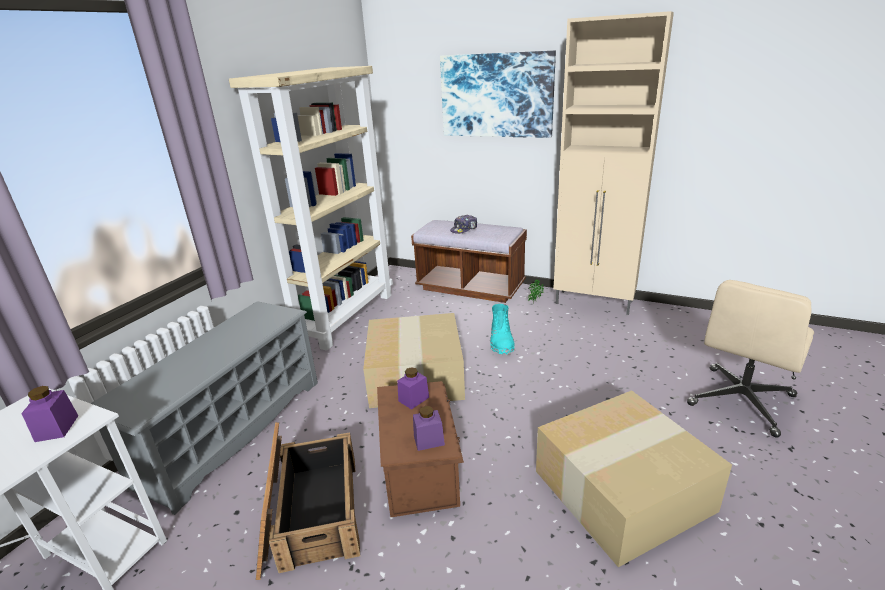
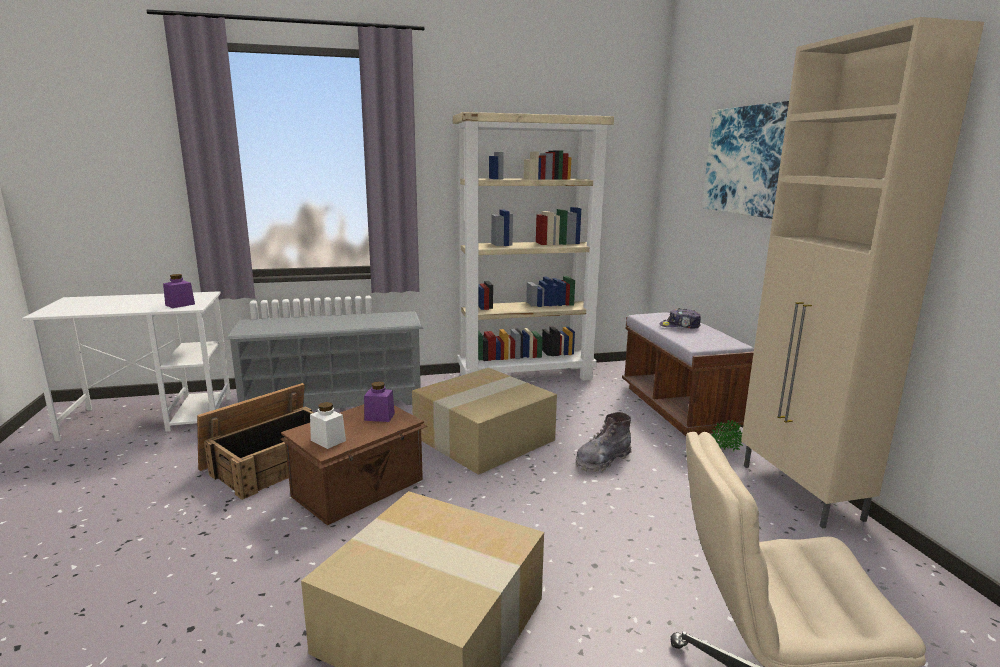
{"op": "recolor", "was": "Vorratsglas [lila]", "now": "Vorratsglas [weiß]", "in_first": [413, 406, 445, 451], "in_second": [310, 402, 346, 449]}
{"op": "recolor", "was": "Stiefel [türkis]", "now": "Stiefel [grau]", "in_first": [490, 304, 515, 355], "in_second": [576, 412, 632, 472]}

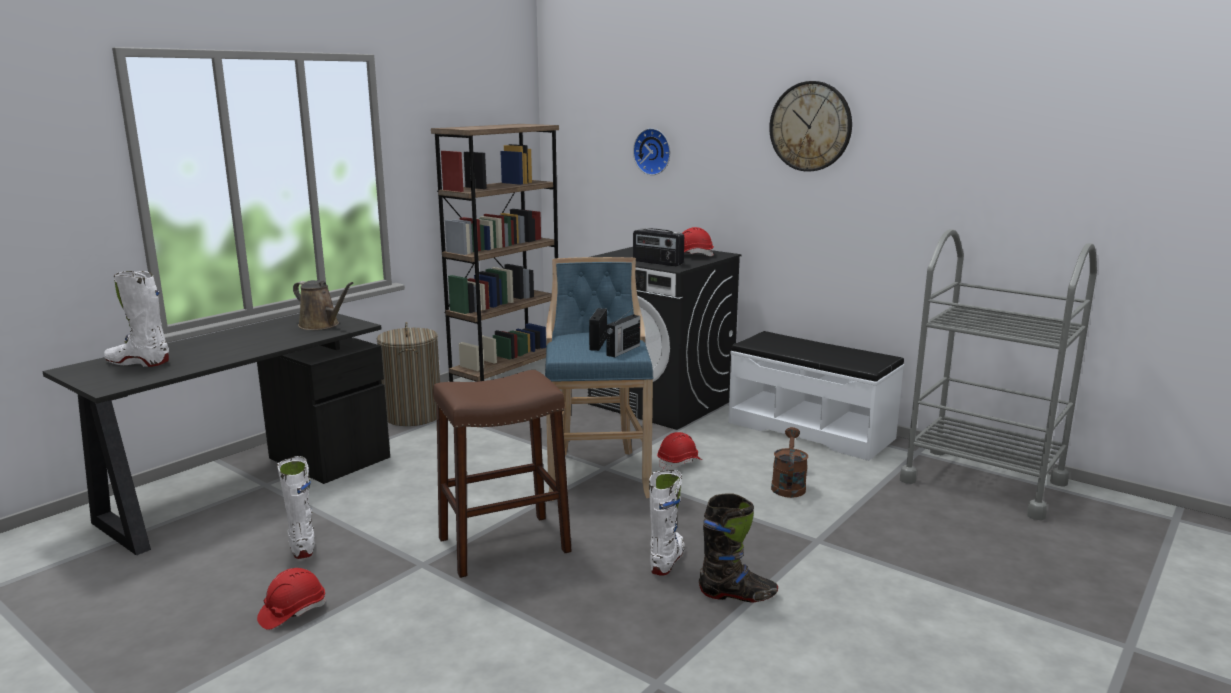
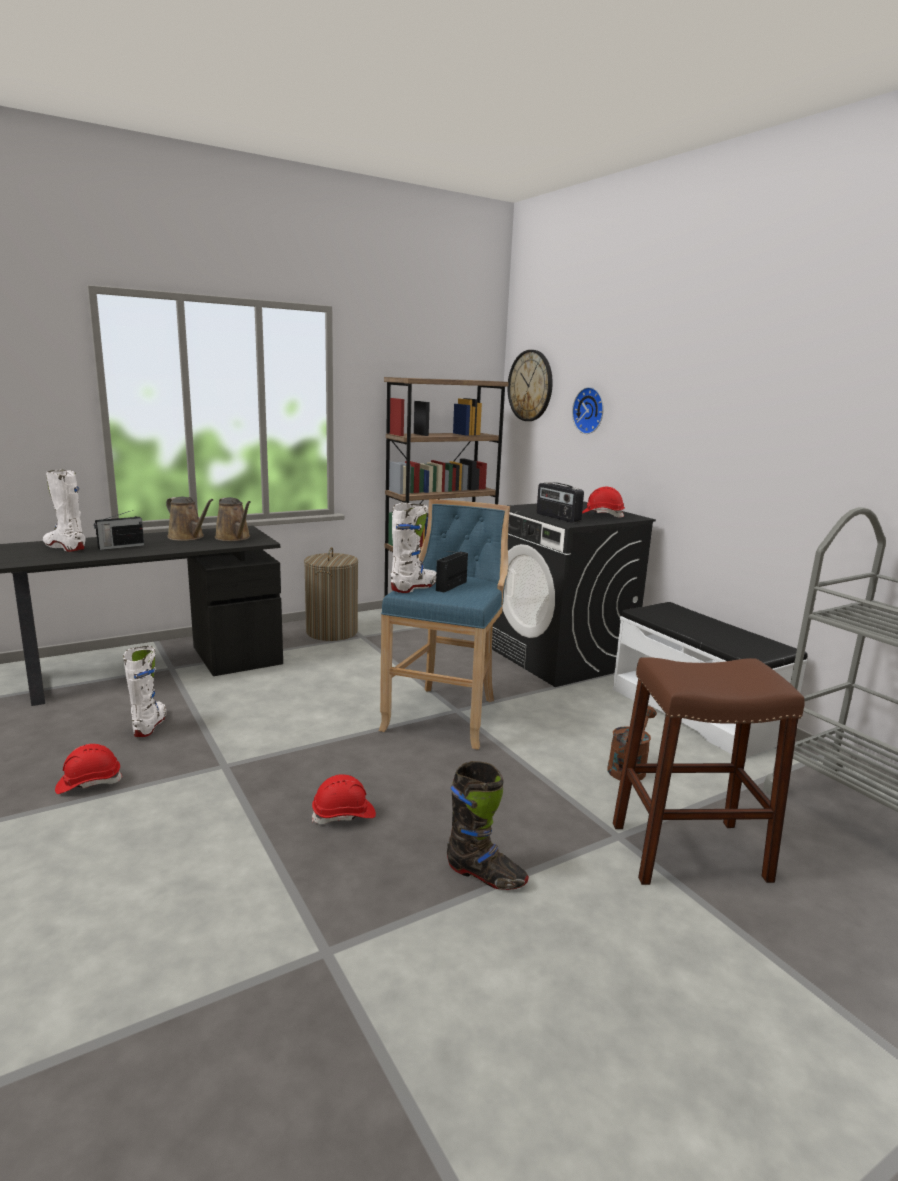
{"op": "move", "was": "Hocker [braun]", "in_first": [433, 370, 572, 578], "in_second": [613, 657, 805, 885]}
{"op": "move", "was": "Radio", "in_first": [606, 308, 640, 357], "in_second": [94, 510, 144, 550]}
{"op": "move", "was": "Stiefel [weiß]", "in_first": [649, 470, 685, 575], "in_second": [391, 503, 436, 593]}
{"op": "move", "was": "Schutzhelm [rot]", "in_first": [657, 432, 702, 470], "in_second": [312, 774, 376, 824]}
{"op": "move", "was": "Wanduhr", "in_first": [769, 81, 852, 172], "in_second": [507, 350, 553, 421]}
{"op": "insert", "now": "Gießkanne [braun]", "in_second": [166, 497, 213, 541]}

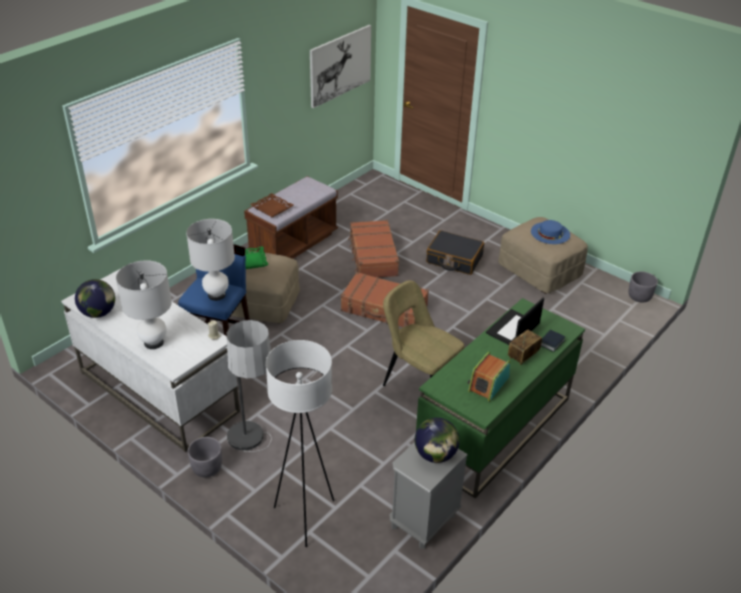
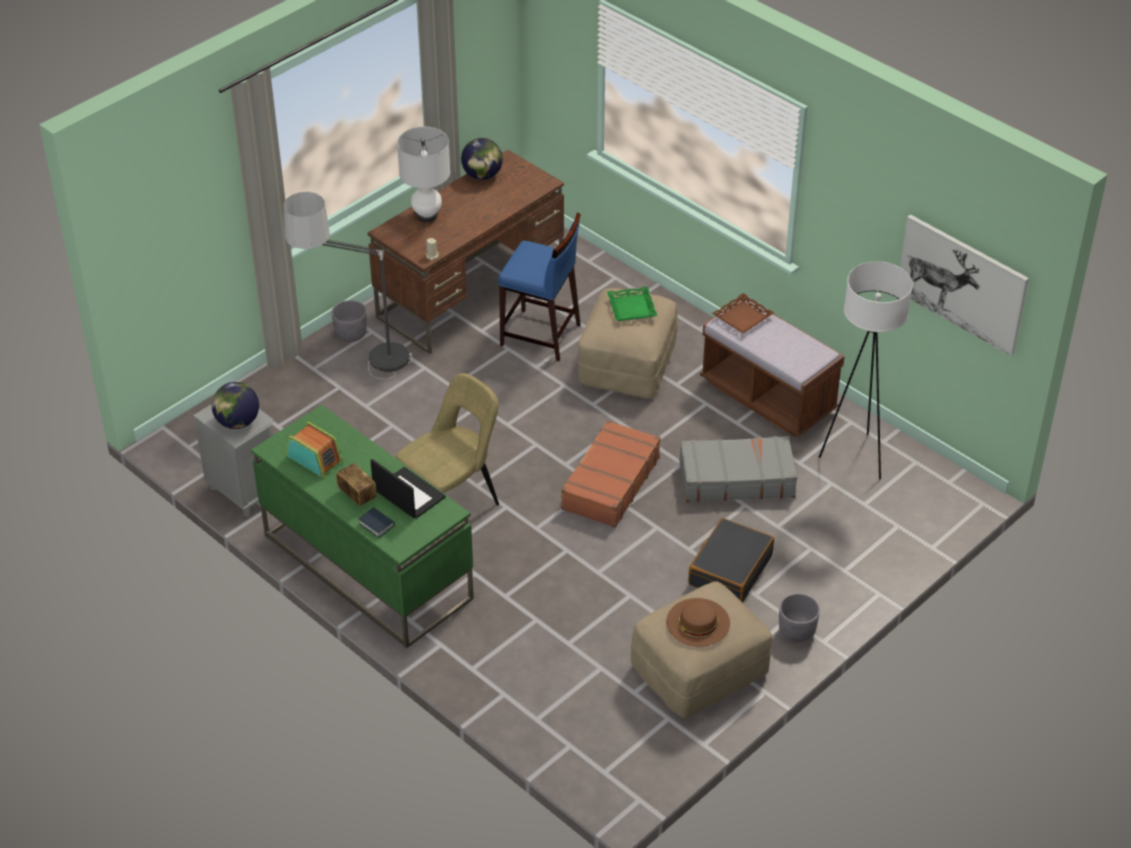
{"op": "recolor", "was": "Schreibtisch [weiß]", "now": "Schreibtisch [braun]", "in_first": [61, 269, 240, 452], "in_second": [368, 150, 564, 354]}
{"op": "delete", "was": "Tischlampe [weiß]", "in_first": [186, 219, 235, 301]}
{"op": "move", "was": "Stehlampe [weiß]", "in_first": [265, 340, 334, 547], "in_second": [819, 261, 913, 479]}
{"op": "recolor", "was": "Koffer [braun]", "now": "Koffer [grau]", "in_first": [348, 220, 399, 278], "in_second": [680, 436, 797, 502]}
{"op": "recolor", "was": "Hut [blau]", "now": "Hut [braun]", "in_first": [531, 220, 570, 244], "in_second": [666, 598, 730, 647]}
{"op": "move", "was": "Pflanzkübel [grau]", "in_first": [628, 272, 658, 303], "in_second": [779, 593, 820, 642]}

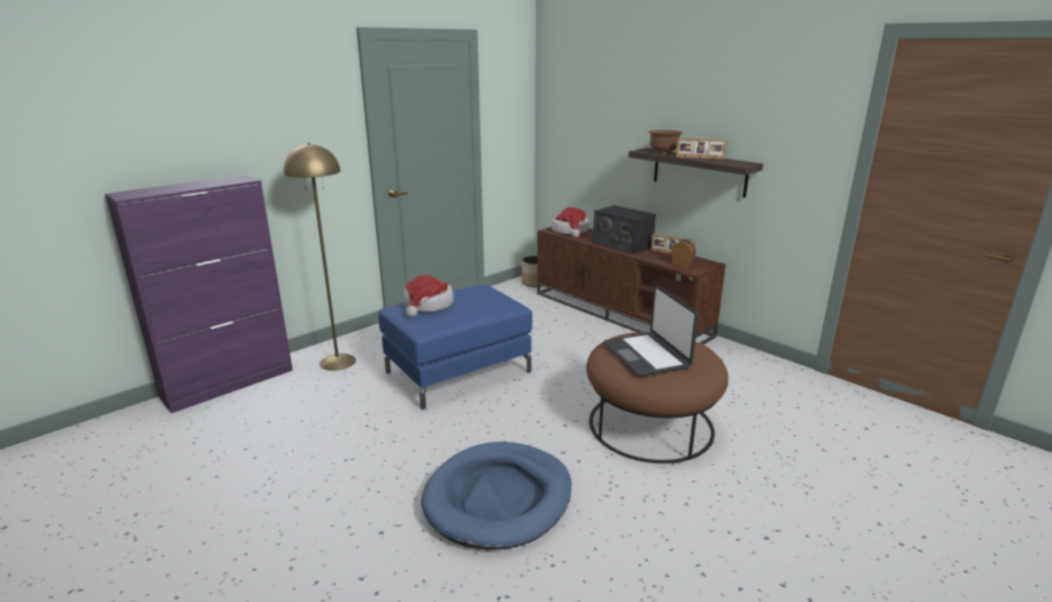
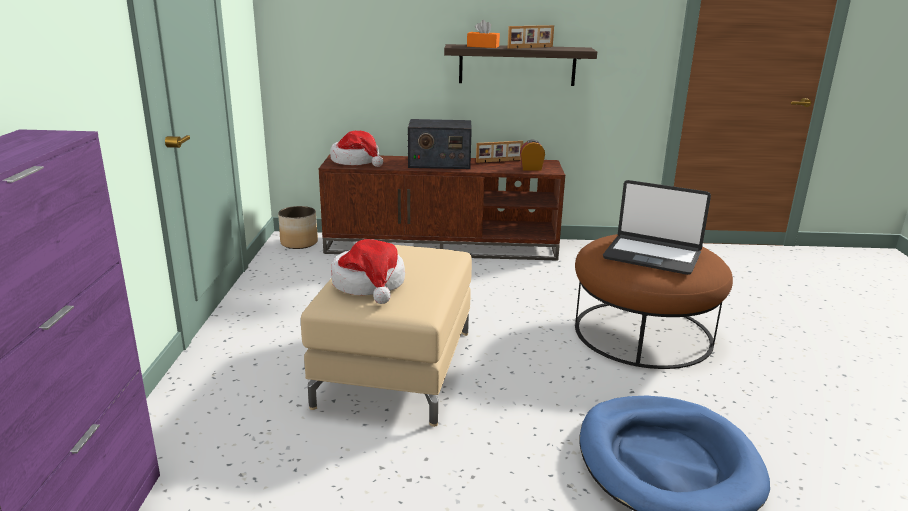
{"op": "delete", "was": "Stehlampe [gelb]", "in_first": [284, 143, 356, 371]}
{"op": "recolor", "was": "Polsterhocker [blau]", "now": "Polsterhocker [beige]", "in_first": [378, 285, 532, 410], "in_second": [301, 245, 472, 427]}
{"op": "replace", "was": "Schüssel [braun]", "now": "Taschentuchbox [orange]", "in_first": [649, 130, 683, 154], "in_second": [467, 20, 500, 48]}

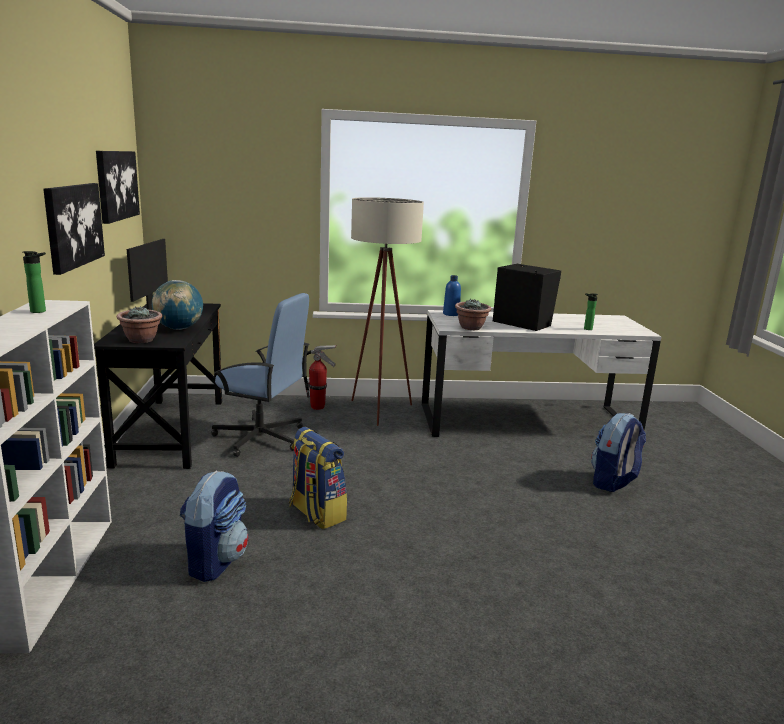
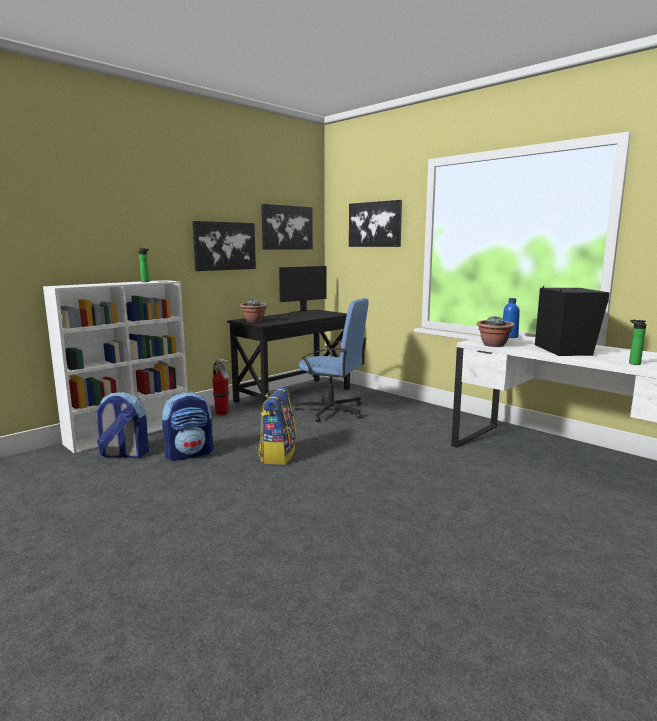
{"op": "delete", "was": "Globus", "in_first": [152, 280, 203, 330]}
{"op": "rotate", "was": "Bürostuhl [blau]", "in_first": [211, 293, 309, 457], "in_second": [294, 298, 368, 422], "clockwise": -45}
{"op": "move", "was": "Feuerlöscher", "in_first": [302, 345, 337, 410], "in_second": [213, 359, 229, 415]}
{"op": "delete", "was": "Stehlampe [beige]", "in_first": [351, 197, 424, 426]}
{"op": "move", "was": "Rucksack", "in_first": [591, 413, 646, 492], "in_second": [96, 392, 149, 458]}
{"op": "insert", "now": "Bild", "in_second": [349, 200, 402, 247]}

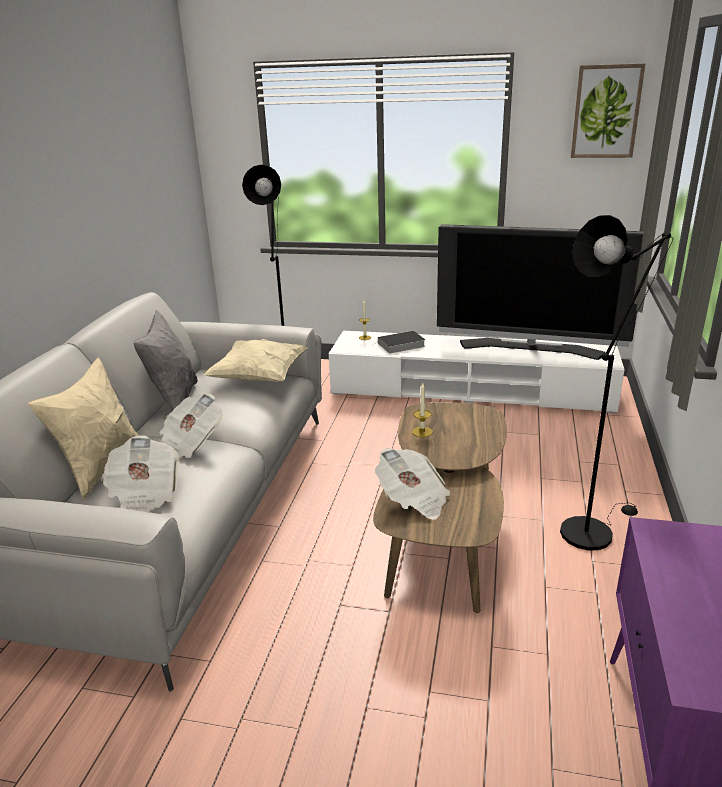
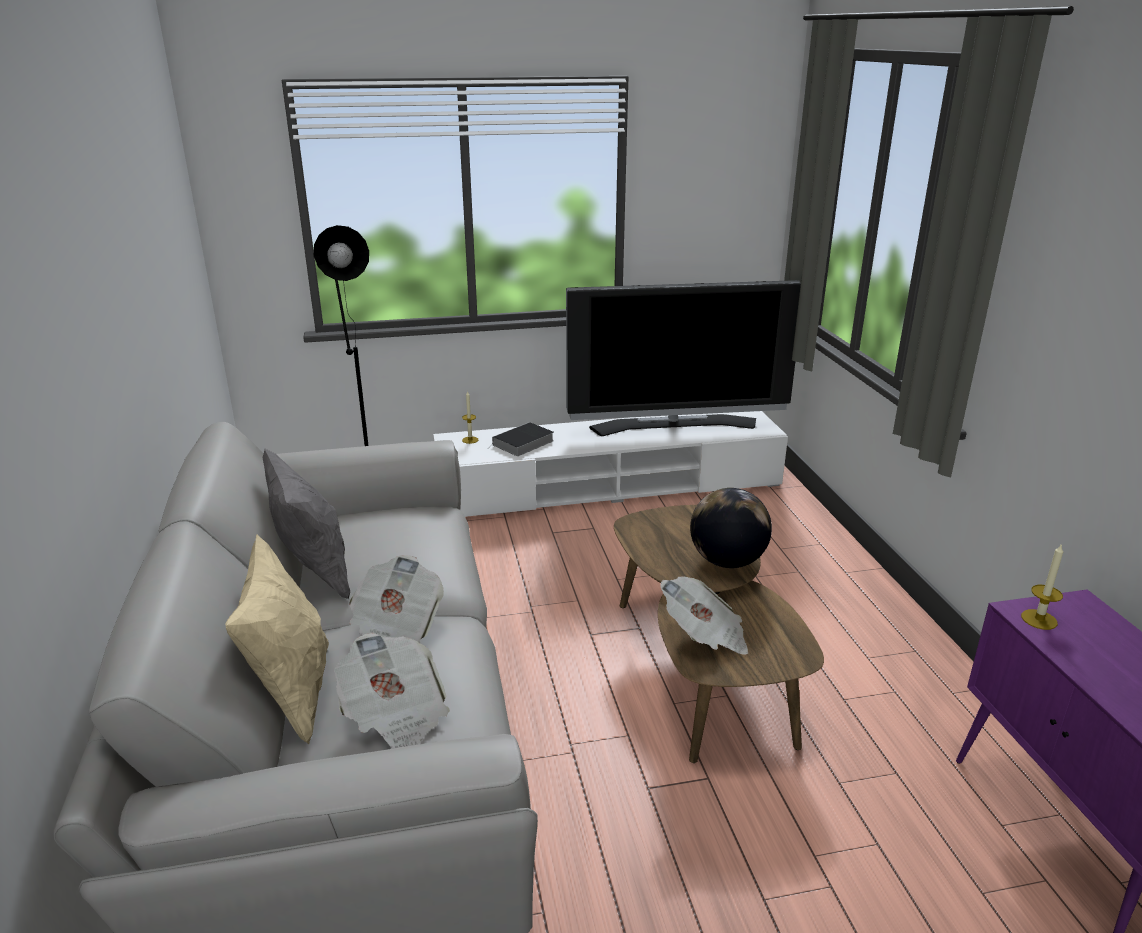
{"op": "delete", "was": "Kissen [beige]", "in_first": [203, 339, 309, 382]}
{"op": "move", "was": "Kerze", "in_first": [412, 383, 433, 437], "in_second": [1021, 543, 1063, 630]}
{"op": "delete", "was": "Stehlampe [schwarz]", "in_first": [560, 215, 673, 550]}
{"op": "delete", "was": "Bild", "in_first": [571, 63, 645, 158]}
{"op": "insert", "now": "Globus", "in_second": [690, 488, 772, 568]}

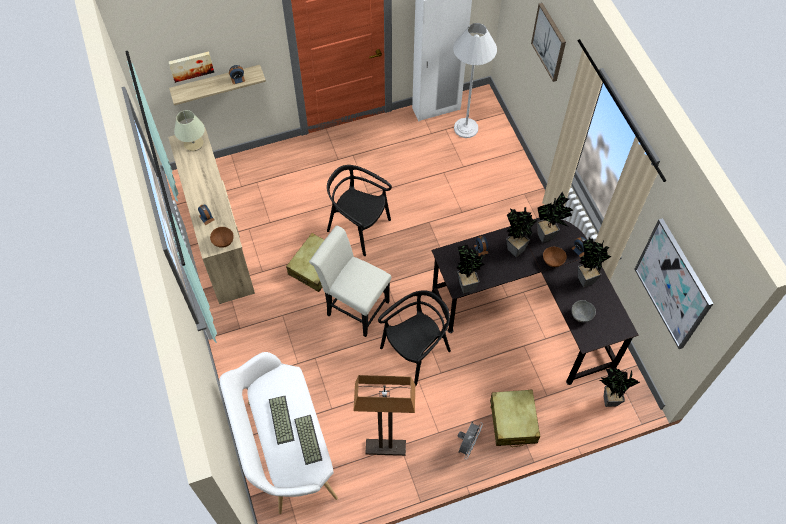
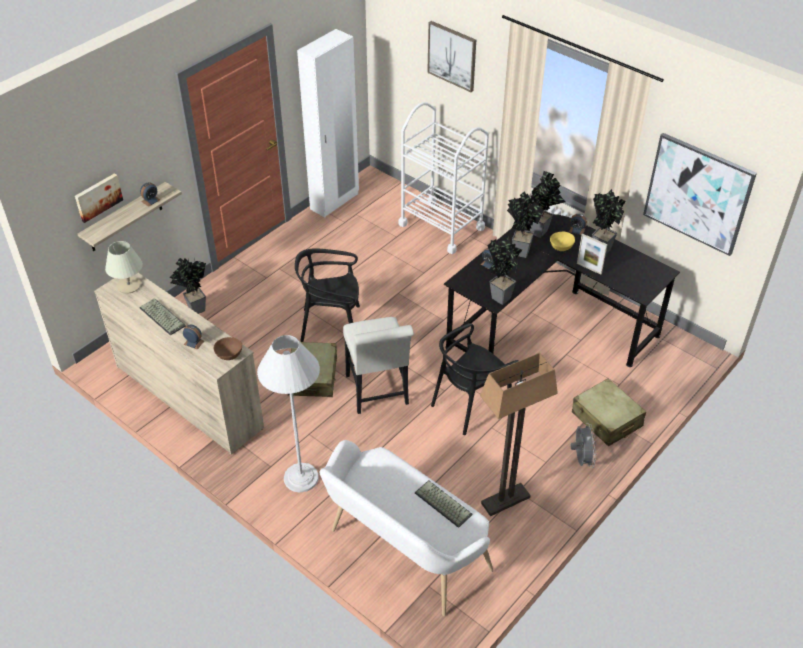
{"op": "move", "was": "Tastatur", "in_first": [269, 396, 295, 445], "in_second": [140, 299, 186, 335]}
{"op": "rotate", "was": "Stuhl [weiß]", "in_first": [309, 226, 391, 337], "in_second": [343, 317, 414, 414], "clockwise": -105}
{"op": "rotate", "was": "Stuhl [schwarz]", "in_first": [378, 290, 451, 386], "in_second": [431, 323, 519, 435], "clockwise": -150}
{"op": "move", "was": "Stehlampe [weiß]", "in_first": [453, 23, 497, 138], "in_second": [257, 335, 320, 493]}
{"op": "recolor", "was": "Schüssel [braun]", "now": "Schüssel [gelb]", "in_first": [543, 247, 567, 267], "in_second": [550, 232, 575, 251]}
{"op": "delete", "was": "Schüssel [grau]", "in_first": [572, 300, 596, 322]}
{"op": "move", "was": "Topfpflanze", "in_first": [600, 368, 640, 407], "in_second": [170, 258, 206, 314]}
{"op": "insert", "now": "Rollwagen [weiß]", "in_second": [399, 102, 489, 254]}
{"op": "insert", "now": "Bilderrahmen", "in_second": [577, 234, 607, 274]}

